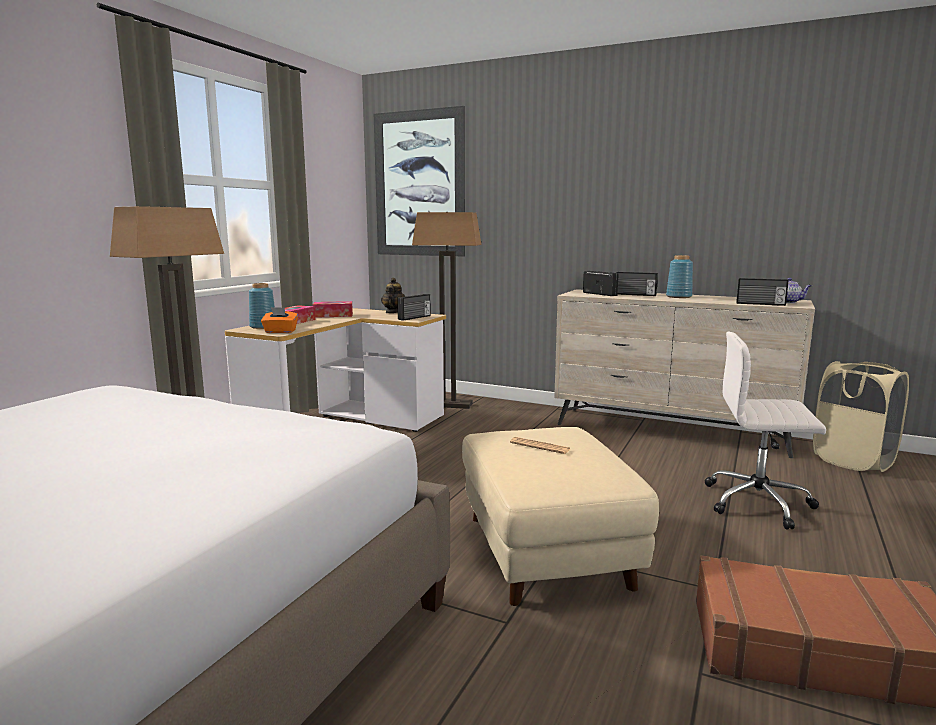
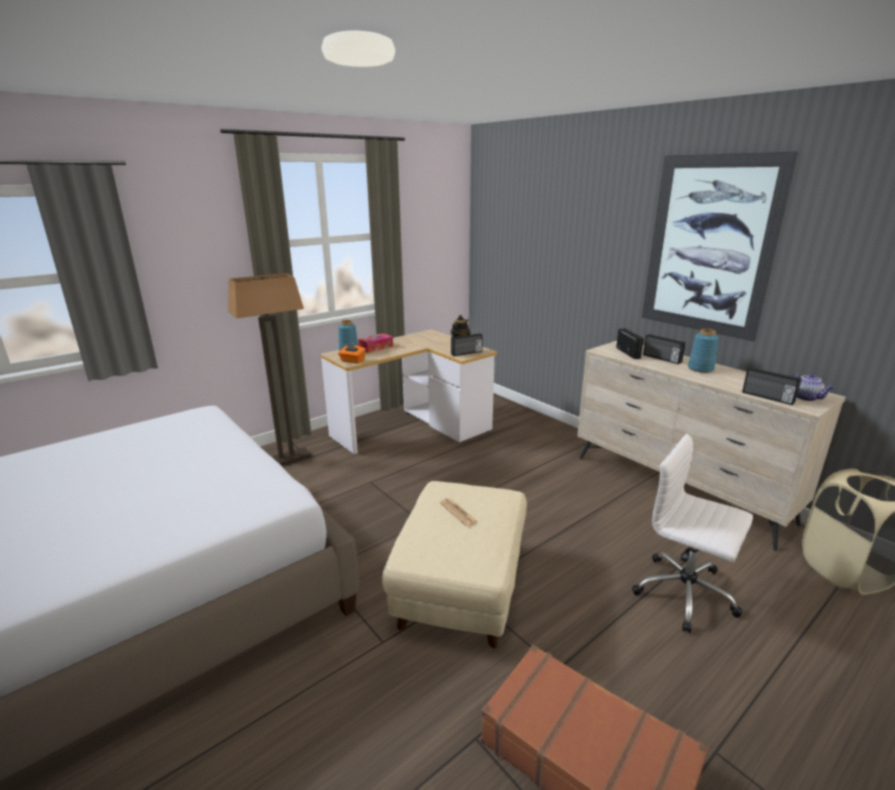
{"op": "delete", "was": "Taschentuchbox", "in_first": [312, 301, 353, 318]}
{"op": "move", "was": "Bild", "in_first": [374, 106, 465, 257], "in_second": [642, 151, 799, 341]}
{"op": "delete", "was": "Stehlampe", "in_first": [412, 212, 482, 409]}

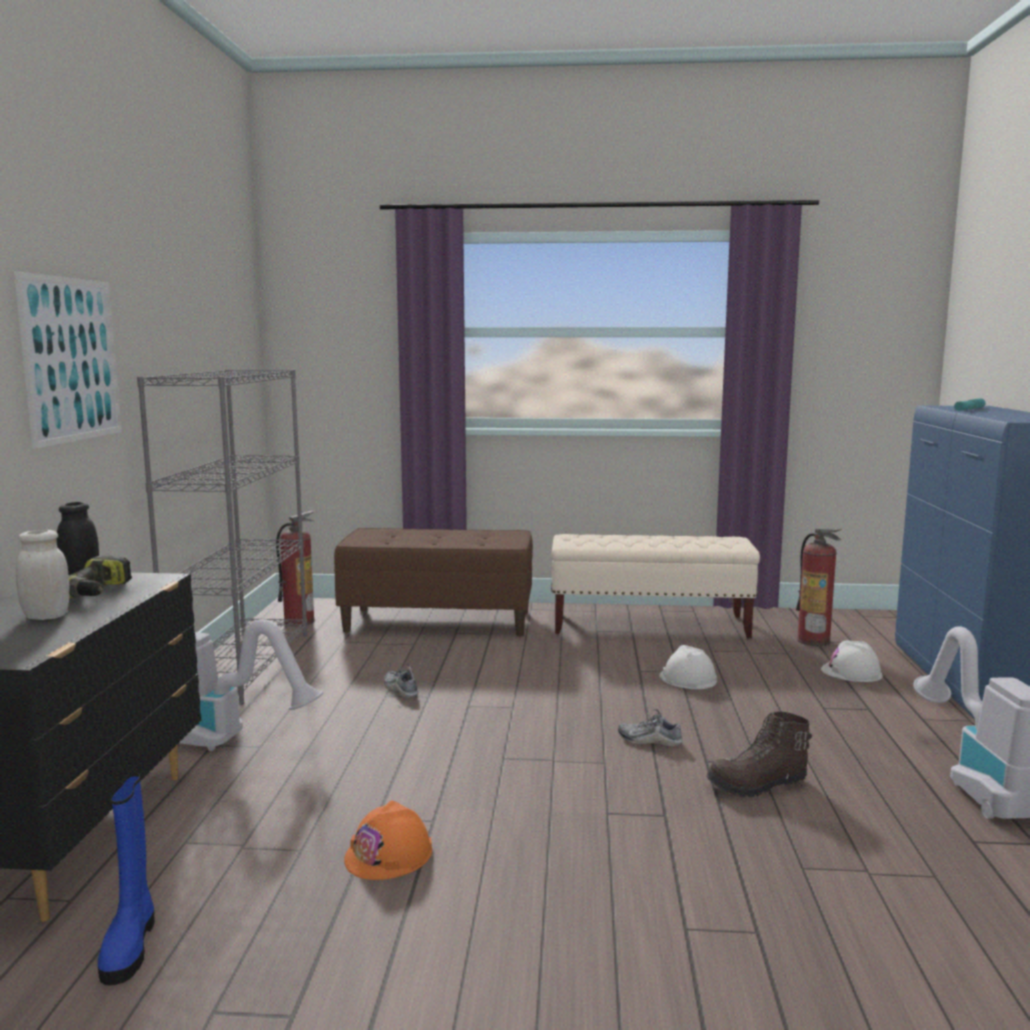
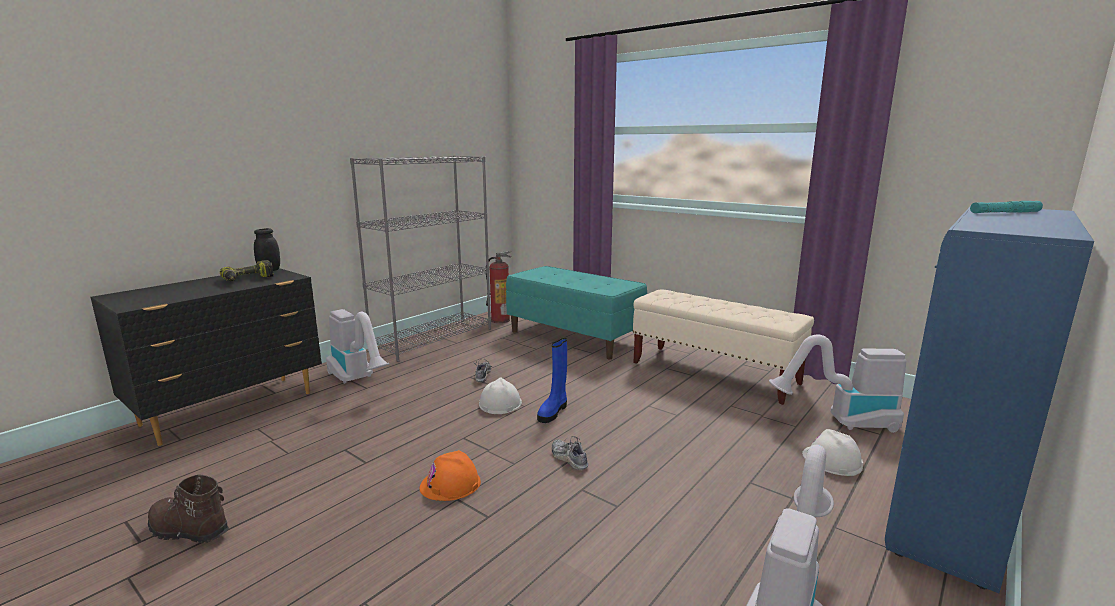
{"op": "delete", "was": "Bild", "in_first": [14, 271, 122, 449]}
{"op": "delete", "was": "Vorratsglas [weiß]", "in_first": [16, 530, 70, 620]}
{"op": "move", "was": "Stiefel [blau]", "in_first": [98, 773, 154, 985], "in_second": [537, 338, 567, 423]}
{"op": "recolor", "was": "Bank [braun]", "now": "Bank [türkis]", "in_first": [334, 528, 533, 636], "in_second": [506, 266, 647, 359]}
{"op": "move", "was": "Schutzhelm [orange]", "in_first": [344, 801, 432, 880], "in_second": [420, 450, 481, 501]}
{"op": "move", "was": "Schutzhelm [weiß]", "in_first": [659, 645, 717, 689], "in_second": [479, 378, 522, 414]}
{"op": "move", "was": "Stiefel [braun]", "in_first": [706, 711, 812, 798], "in_second": [148, 474, 229, 543]}
{"op": "replace", "was": "Feuerlöscher", "now": "Staubsauger", "in_first": [796, 528, 842, 646], "in_second": [769, 335, 906, 433]}

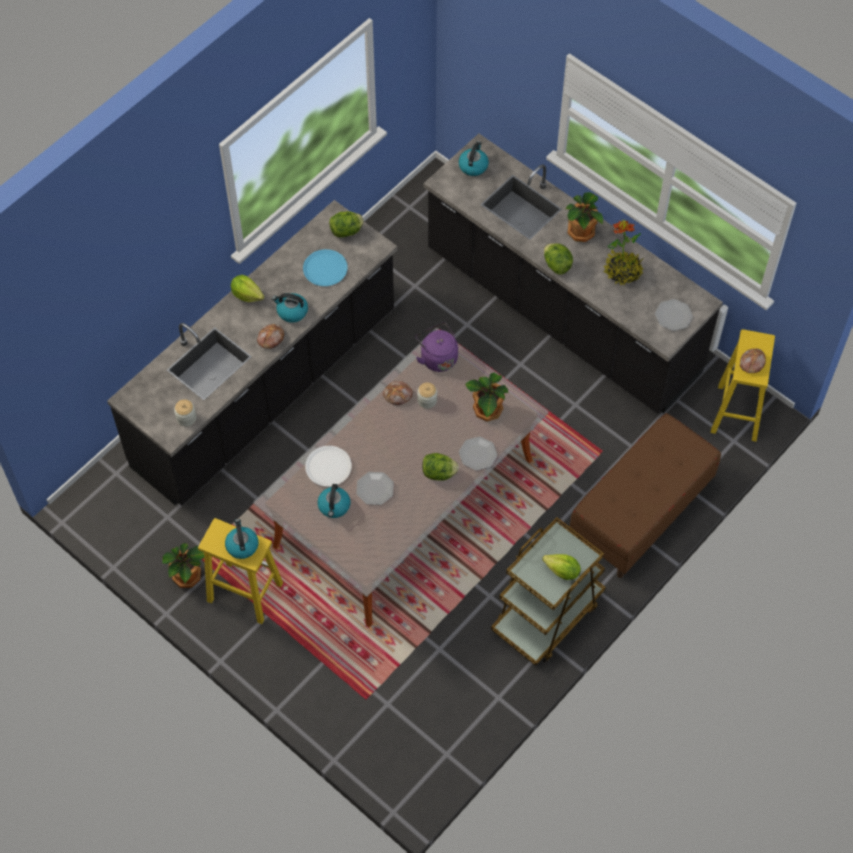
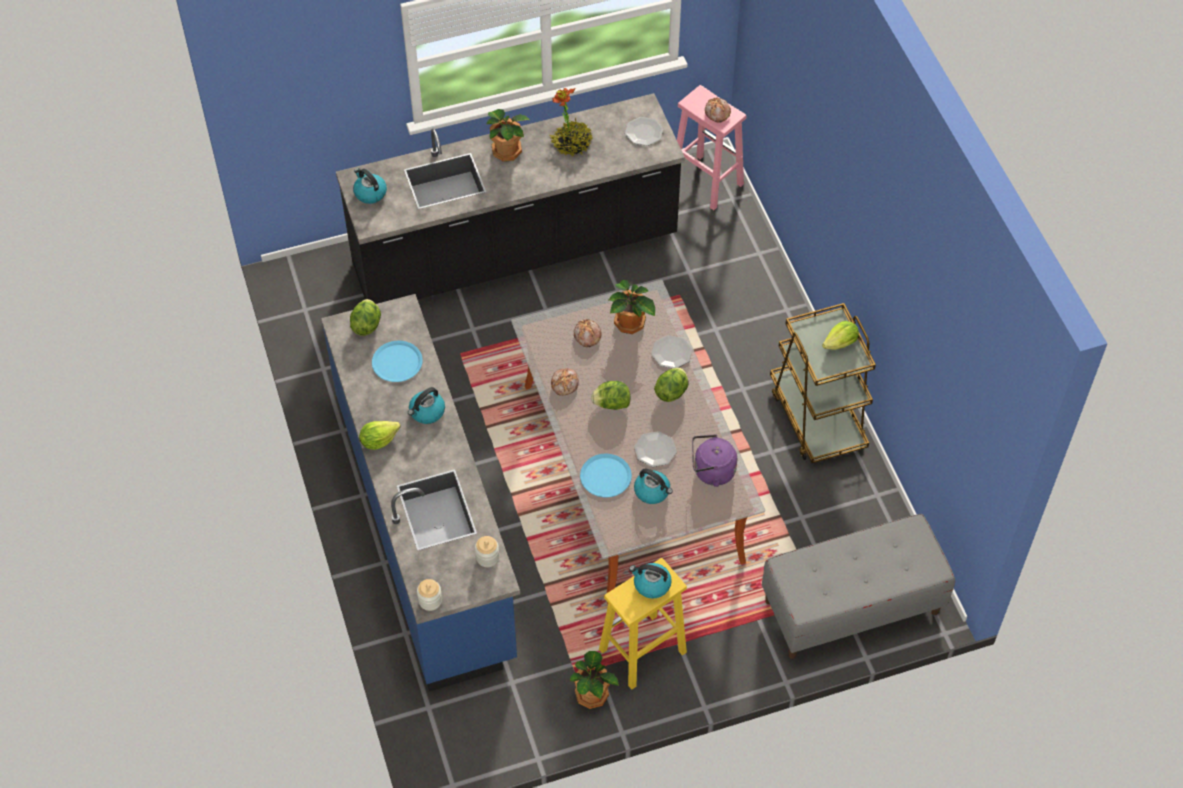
{"op": "recolor", "was": "Küchenzeile [schwarz]", "now": "Küchenzeile [blau]", "in_first": [107, 200, 398, 506], "in_second": [321, 294, 520, 692]}
{"op": "move", "was": "Brot", "in_first": [257, 324, 284, 349], "in_second": [574, 319, 602, 347]}
{"op": "recolor", "was": "Teller [weiß]", "now": "Teller [blau]", "in_first": [305, 446, 352, 487], "in_second": [580, 454, 632, 497]}
{"op": "move", "was": "Wasserkessel [lila]", "in_first": [415, 322, 458, 372], "in_second": [692, 434, 737, 487]}
{"op": "move", "was": "Vorratsglas", "in_first": [417, 383, 437, 409], "in_second": [417, 579, 442, 611]}
{"op": "move", "was": "Salatkopf", "in_first": [544, 243, 573, 275], "in_second": [591, 381, 630, 410]}
{"op": "delete", "was": "Bank [braun]", "in_first": [569, 413, 721, 578]}
{"op": "recolor", "was": "Hocker [gelb]", "now": "Hocker [rosa]", "in_first": [711, 329, 775, 442], "in_second": [677, 85, 746, 210]}
{"op": "insert", "now": "Bank [grau]", "in_second": [762, 514, 955, 659]}

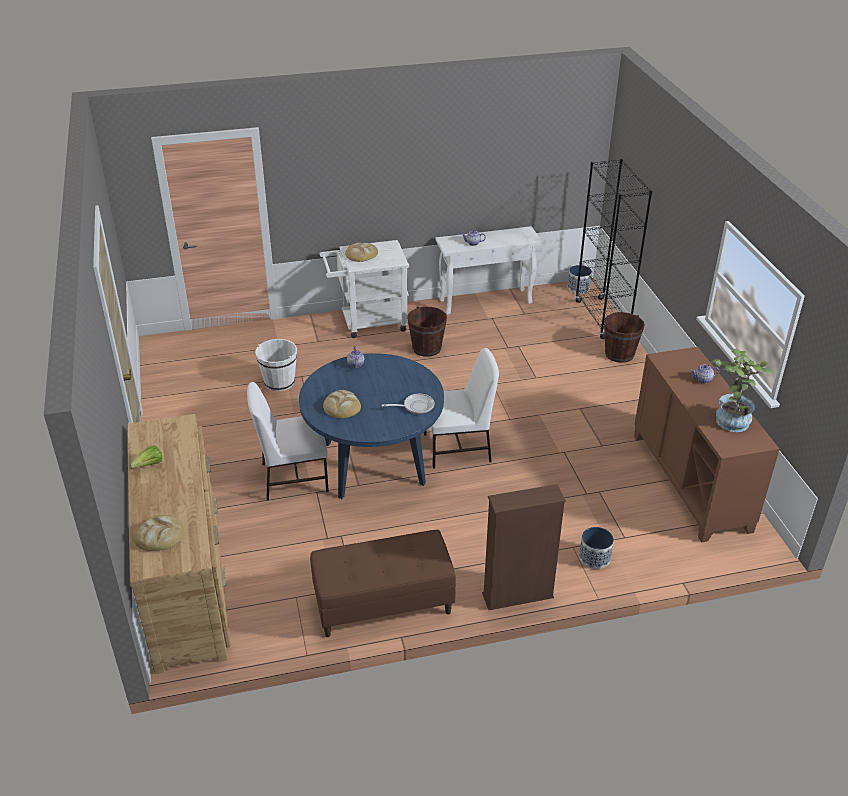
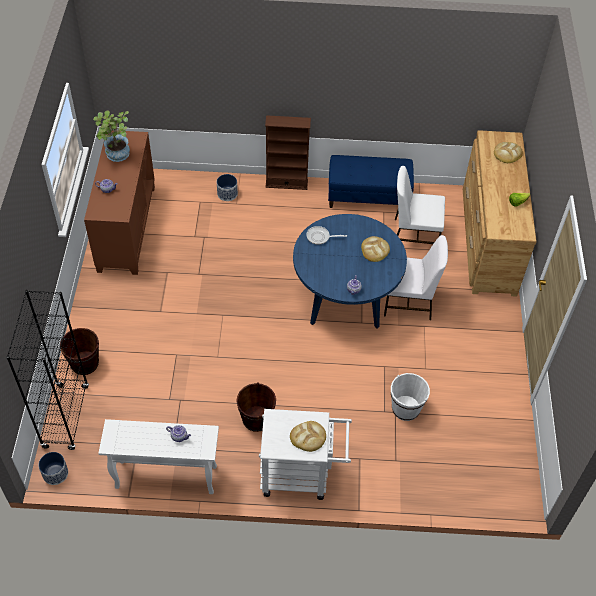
{"op": "recolor", "was": "Bank [braun]", "now": "Bank [blau]", "in_first": [310, 530, 456, 637], "in_second": [328, 155, 414, 208]}
{"op": "move", "was": "Stuhl [weiß]", "in_first": [424, 348, 499, 469], "in_second": [395, 166, 445, 244]}

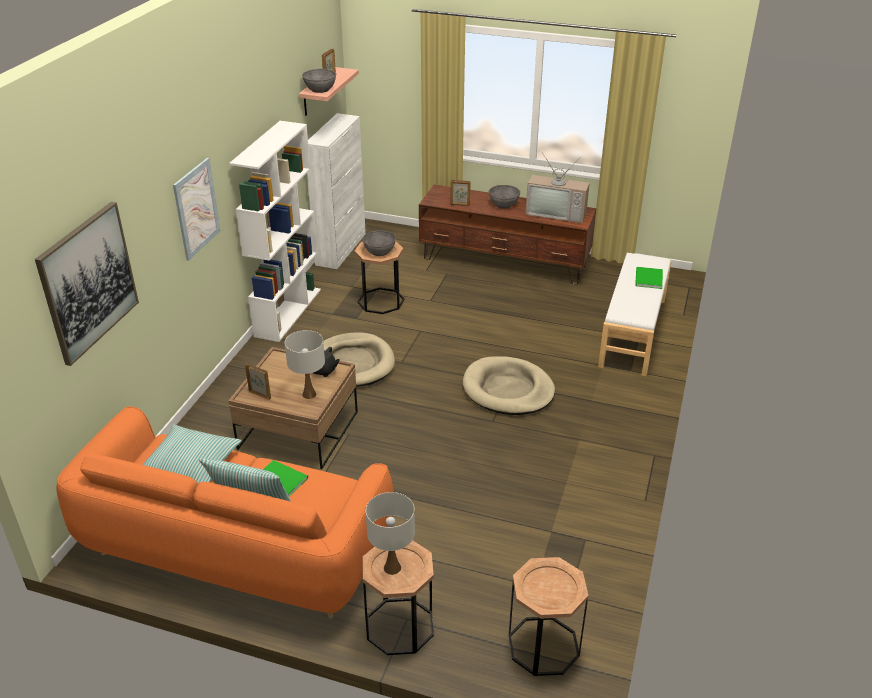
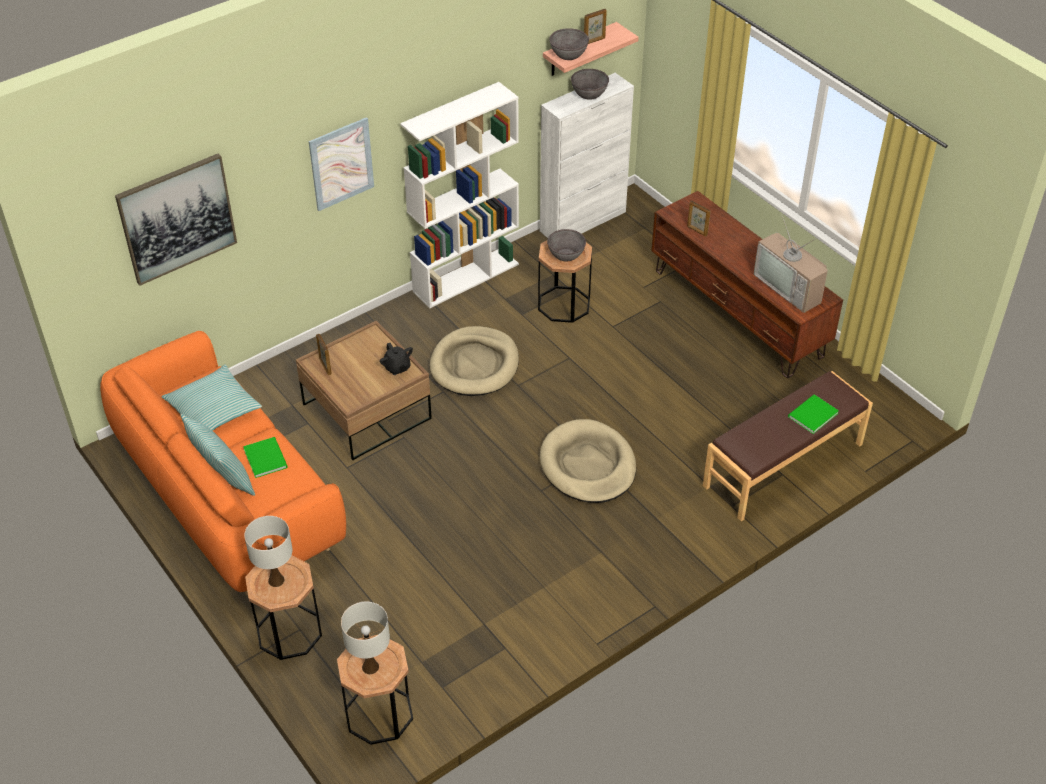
{"op": "move", "was": "Tischlampe [weiß]", "in_first": [285, 330, 325, 399], "in_second": [341, 602, 390, 674]}
{"op": "move", "was": "Schüssel [grau]", "in_first": [489, 185, 520, 209], "in_second": [571, 69, 609, 100]}
{"op": "recolor", "was": "Bank [weiß]", "now": "Bank [braun]", "in_first": [598, 253, 672, 376], "in_second": [703, 371, 873, 521]}

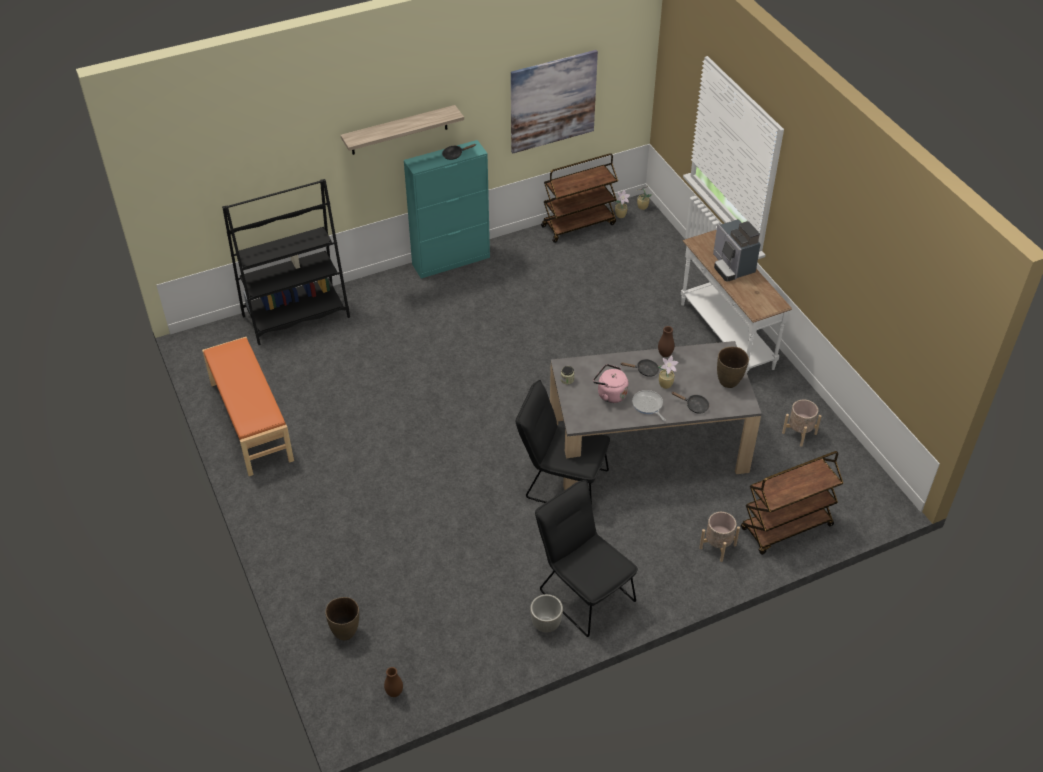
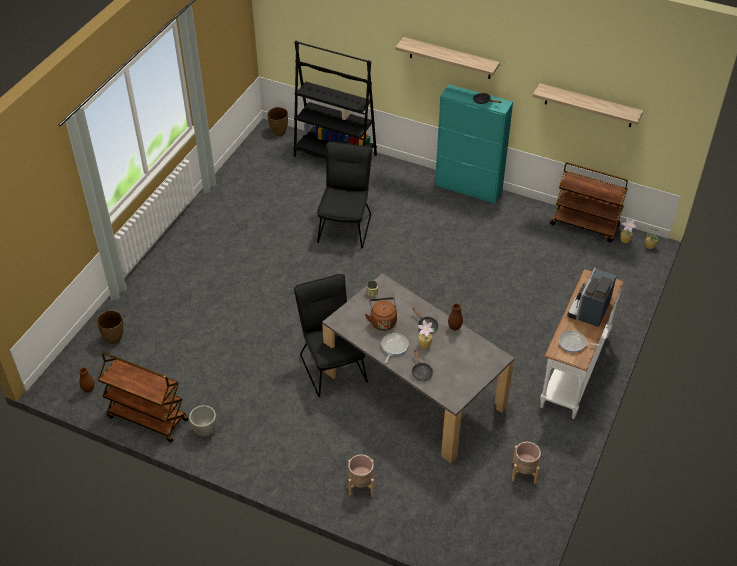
{"op": "delete", "was": "Bank [orange]", "in_first": [202, 337, 294, 476]}
{"op": "replace", "was": "Bild", "now": "Wandregal", "in_first": [511, 50, 598, 153], "in_second": [533, 83, 643, 127]}
{"op": "move", "was": "Stuhl [schwarz]", "in_first": [535, 480, 638, 637], "in_second": [317, 142, 372, 248]}
{"op": "recolor", "was": "Wasserkessel [rosa]", "now": "Wasserkessel [braun]", "in_first": [593, 364, 628, 403], "in_second": [365, 297, 397, 331]}
{"op": "move", "was": "Vase [braun]", "in_first": [717, 347, 749, 388], "in_second": [267, 107, 288, 136]}
{"op": "move", "was": "Rollwagen [braun]", "in_first": [741, 451, 843, 555], "in_second": [98, 352, 188, 442]}
{"op": "insert", "now": "Pfanne", "in_second": [559, 330, 601, 353]}

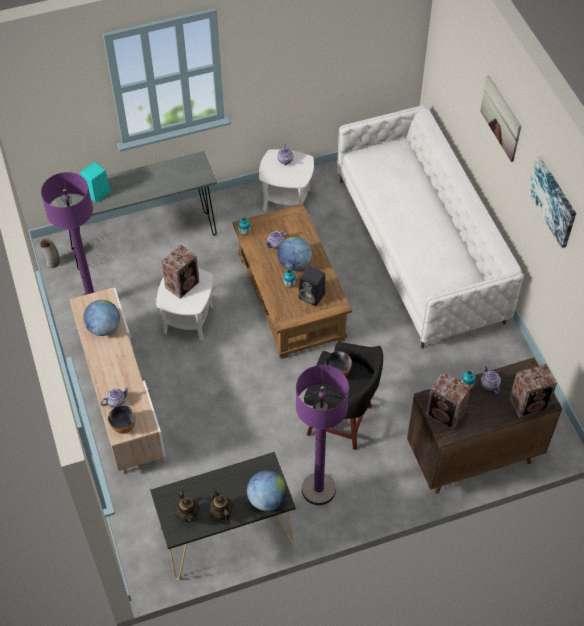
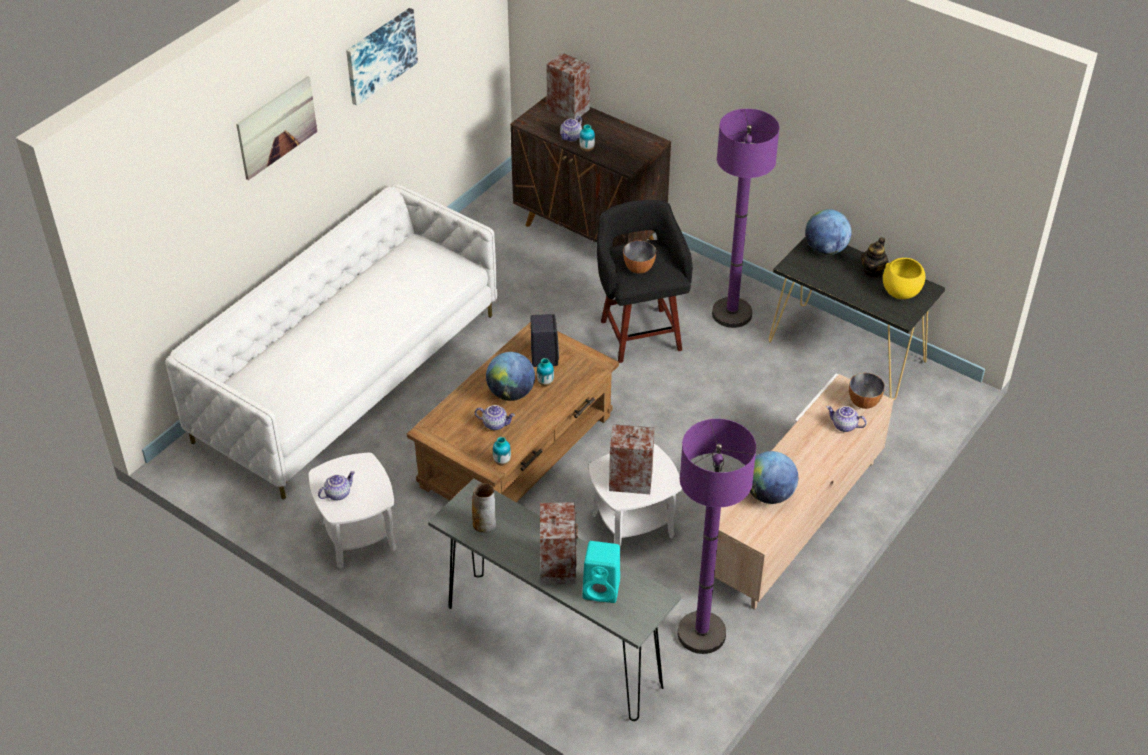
{"op": "move", "was": "Vase", "in_first": [40, 239, 60, 268], "in_second": [472, 483, 496, 533]}
{"op": "replace", "was": "Teekanne", "now": "Schüssel [gelb]", "in_first": [175, 490, 199, 523], "in_second": [883, 258, 925, 299]}
{"op": "move", "was": "Lautsprecher", "in_first": [426, 372, 471, 430], "in_second": [540, 502, 578, 584]}

